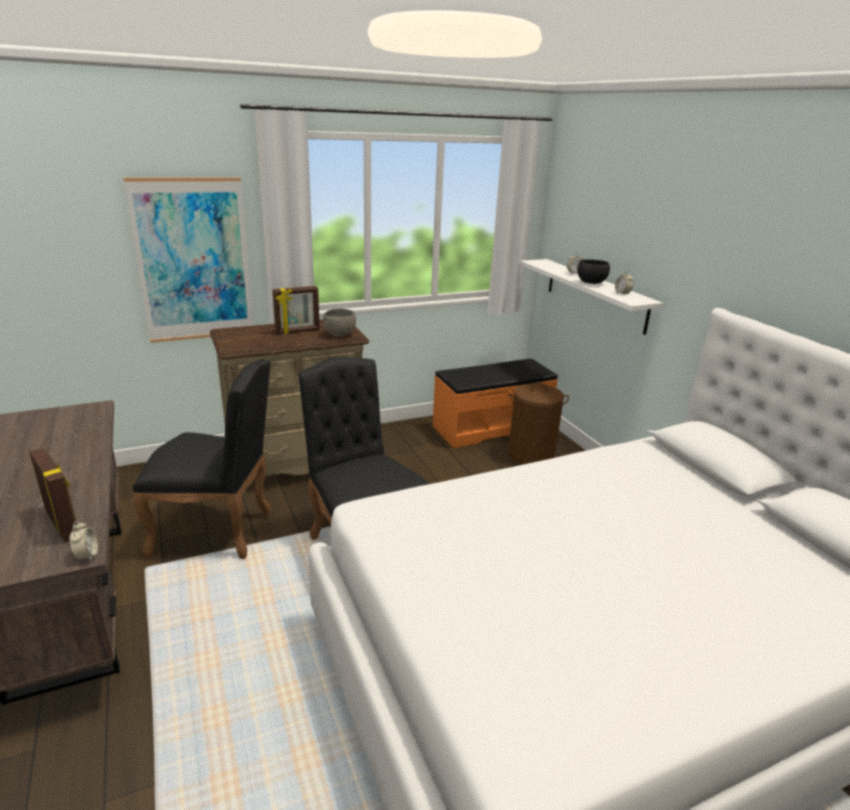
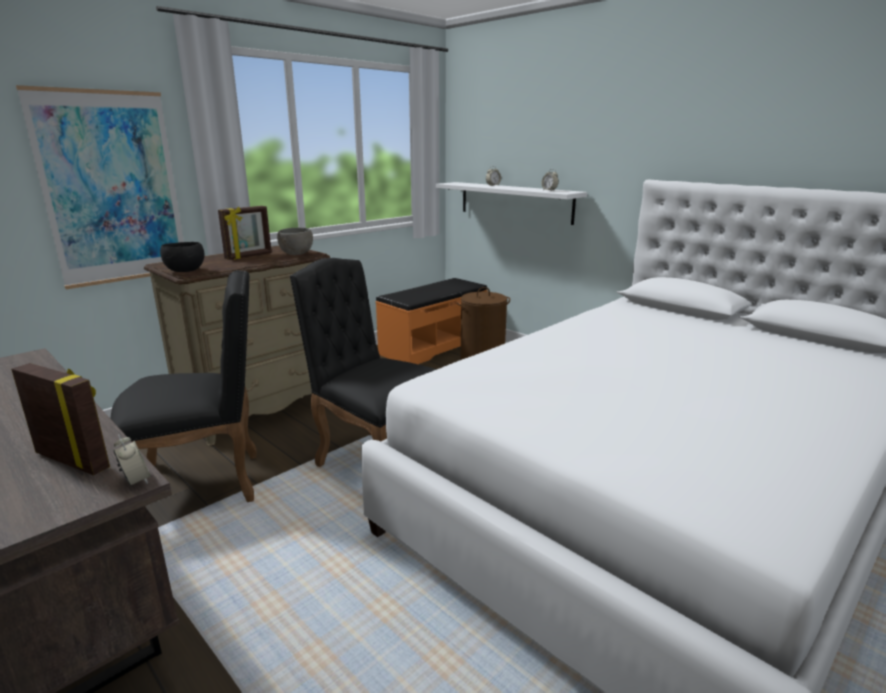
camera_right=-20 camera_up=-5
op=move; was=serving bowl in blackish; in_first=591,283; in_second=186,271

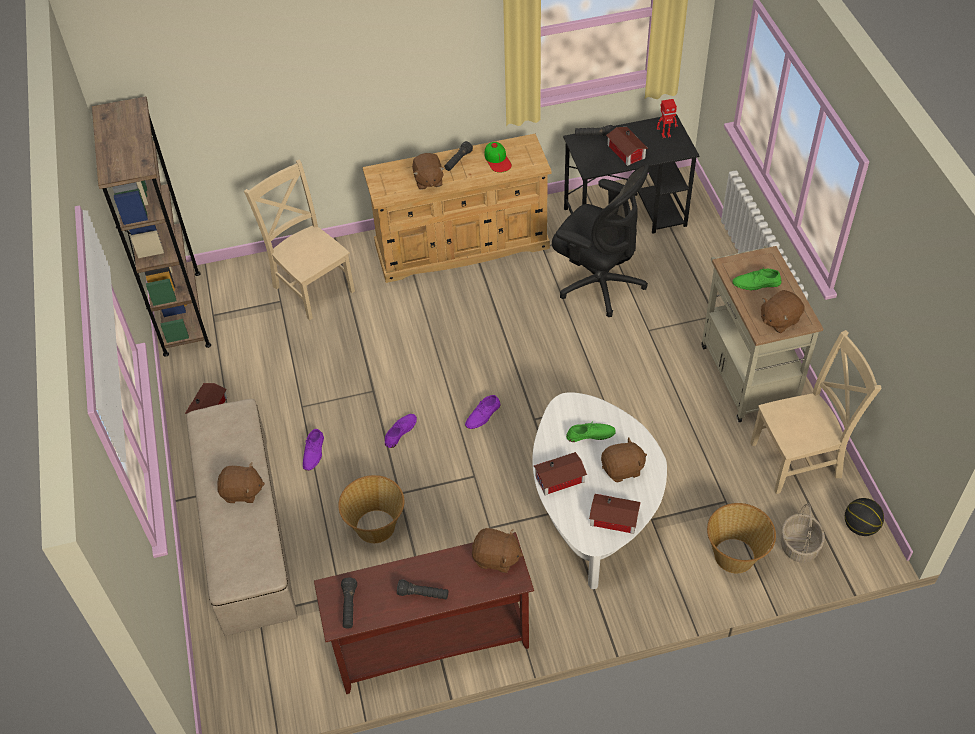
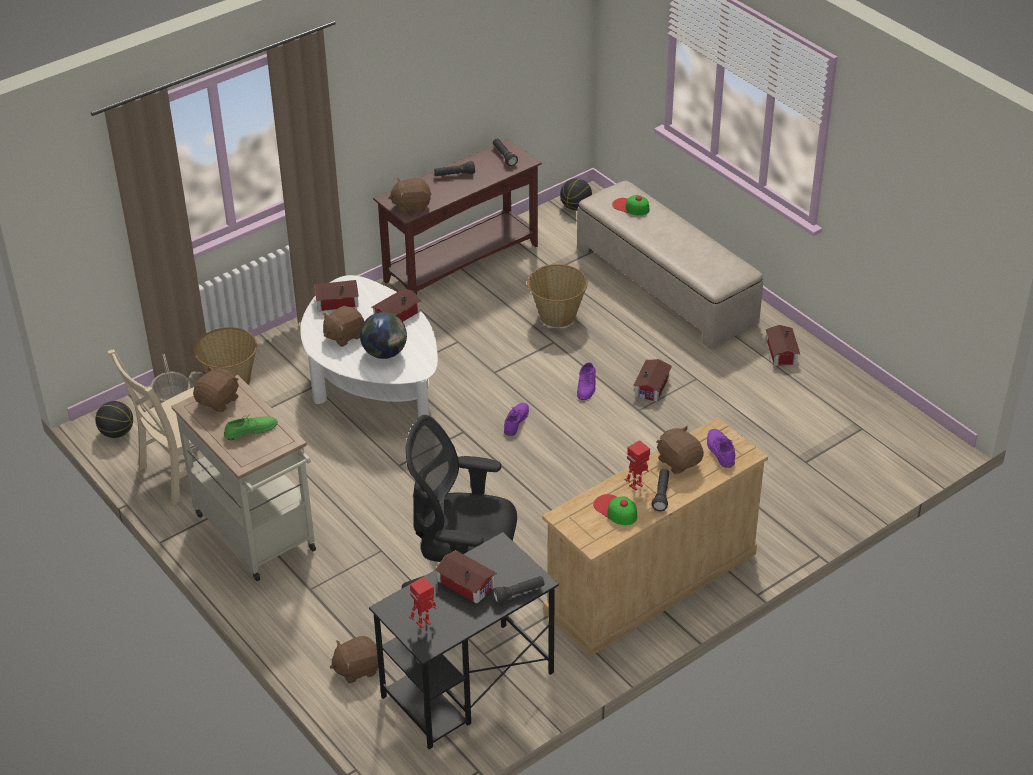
camera_right=155 camera_up=-10
op=delete; was=bookshelf in brown; in_first=182,313
op=delete; was=chair in beige; in_first=312,286
op=insert; now=basketball ball; in_second=576,207
op=insert; now=cap; in_second=630,207
op=insert; now=toy robot; in_second=636,486
op=insert; now=miniature house; in_second=653,386
op=move; was=plush toy in brown; in_first=242,492; in_second=357,668
op=move; was=low shoe in purple; in_first=314,452; in_second=720,450
op=replace; was=low shoe in green; now=desk globe; in_first=590,434; in_second=385,353

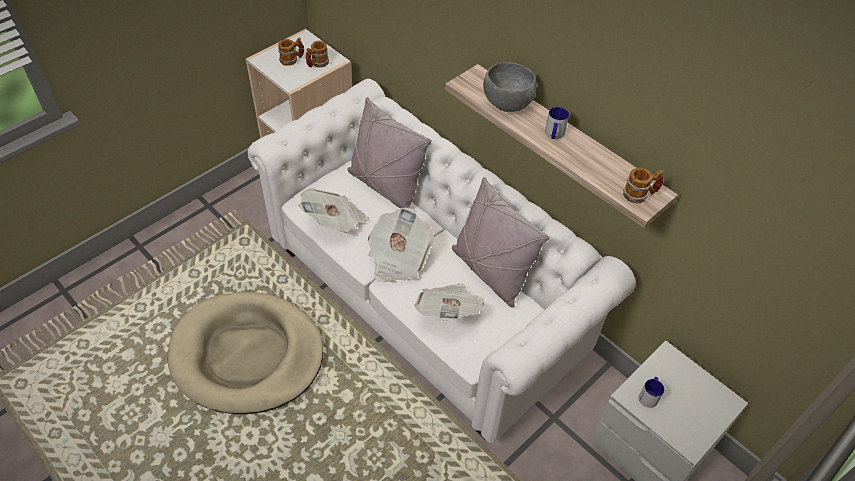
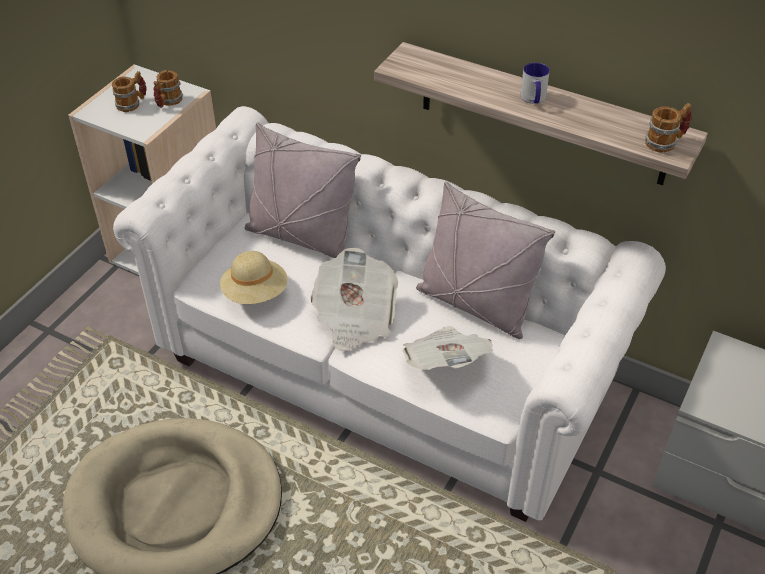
camera_right=-15 camera_up=-5
op=delete; was=serving bowl in grey; in_first=507,105
op=delete; was=tea mug; in_first=649,395
op=replace; was=daily paper; now=clothing hat in beige; in_first=335,222; in_second=255,293

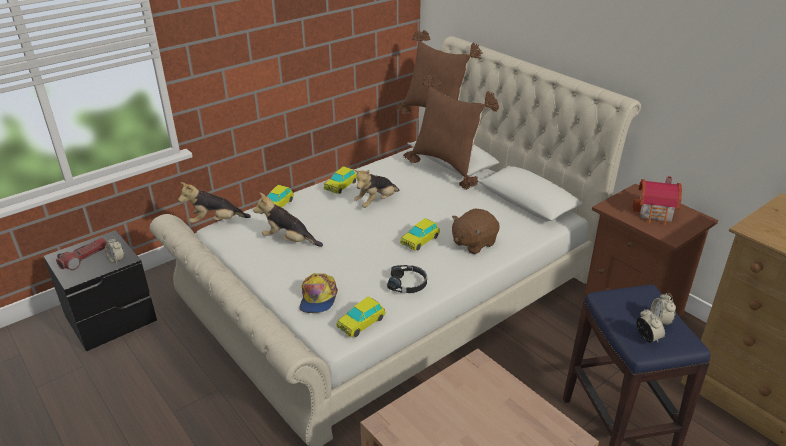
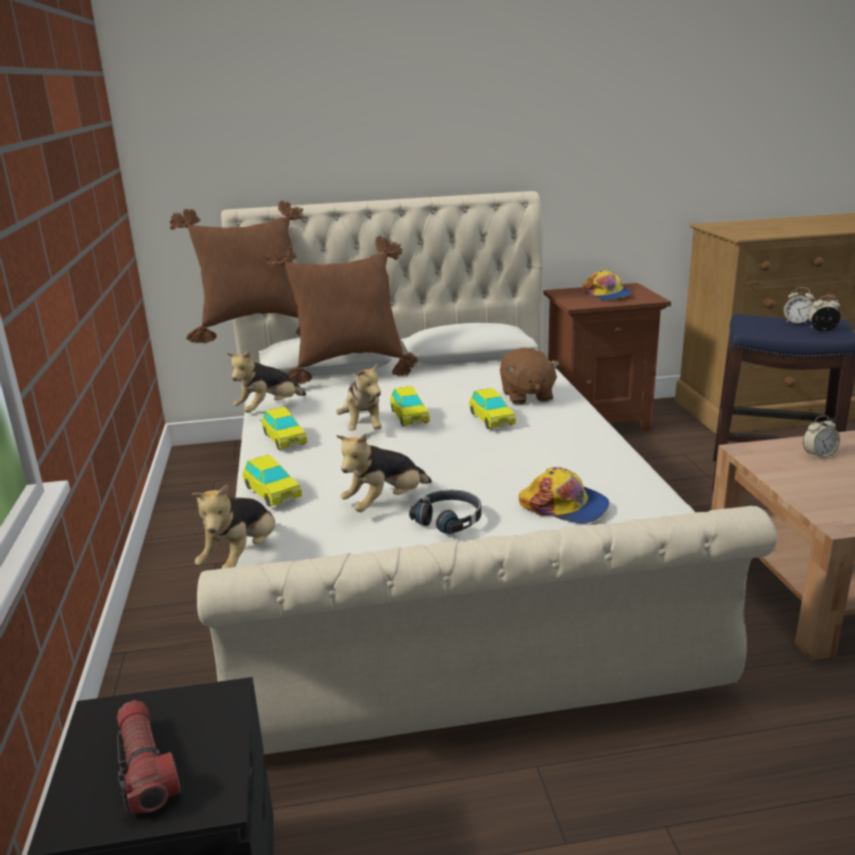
camera_right=-60 camera_up=-10
op=insert; now=plush toy; in_second=269,409
op=move; was=table clock; in_first=117,260; in_second=818,455
op=move; was=toy car; in_first=361,323; in_second=409,417
op=move; was=headphones in blackish; in_first=408,284; in_second=449,519
op=replace; was=miniature house; now=cap; in_first=656,213; in_second=606,295

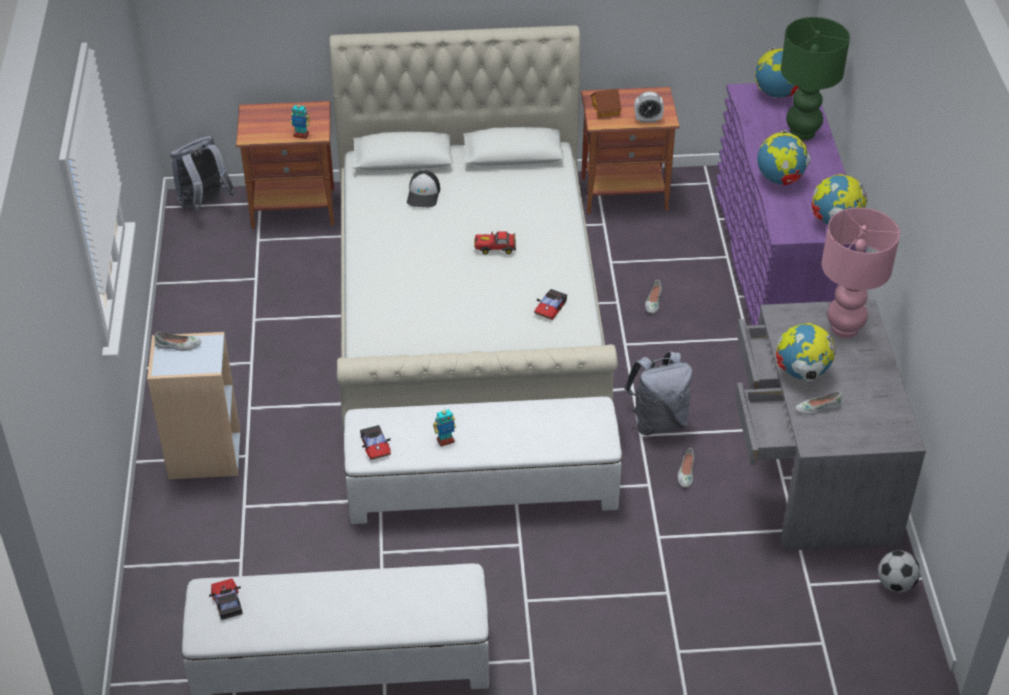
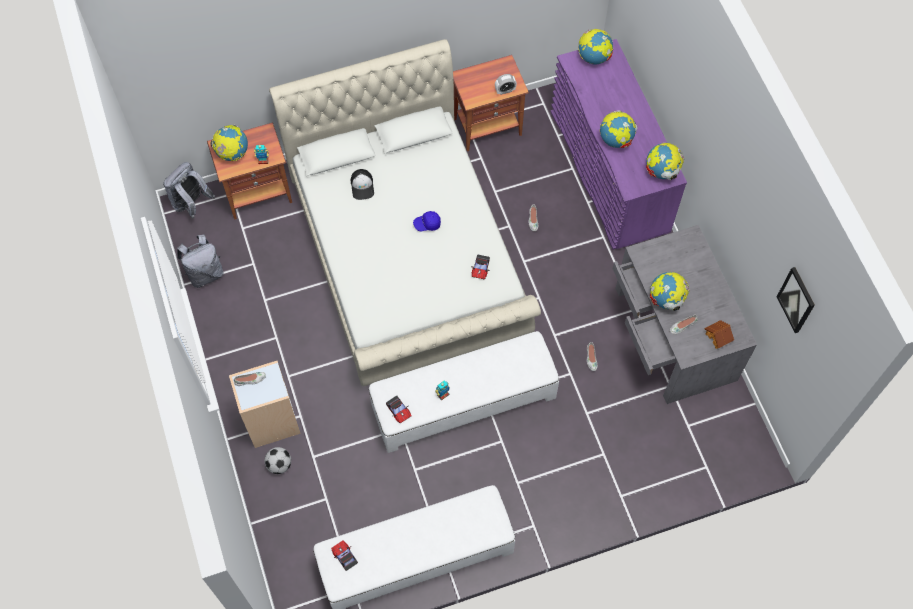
camera_right=-15 camera_up=20
op=delete; was=tabletop lamp in green; in_first=802,132
op=delete; was=tabletop lamp in pink; in_first=844,328
op=insert; now=desk globe; in_second=232,153
op=insert; now=wall picture; in_second=796,300
op=move; was=miniature house; in_first=606,109; in_second=718,337
op=move; was=knapsack in grey; in_first=658,421; in_second=205,273
op=move; was=football ball; in_first=895,584; in_second=279,465
op=replace; was=toy car; now=cap in blue-coloured; in_first=494,247; in_second=427,224

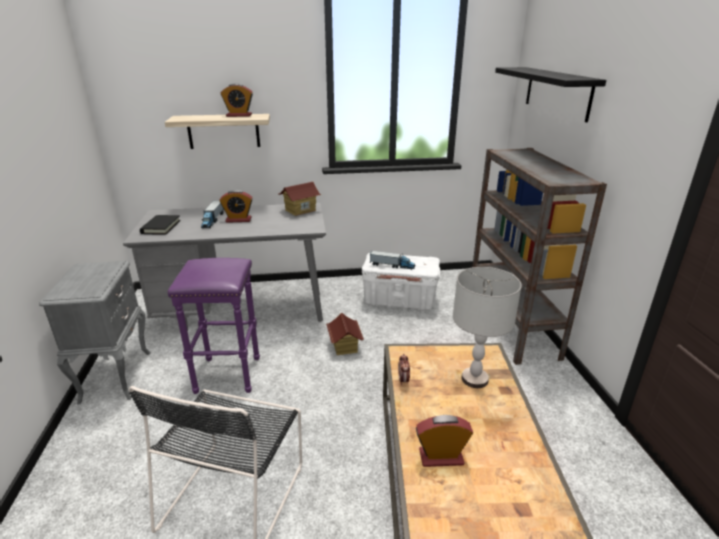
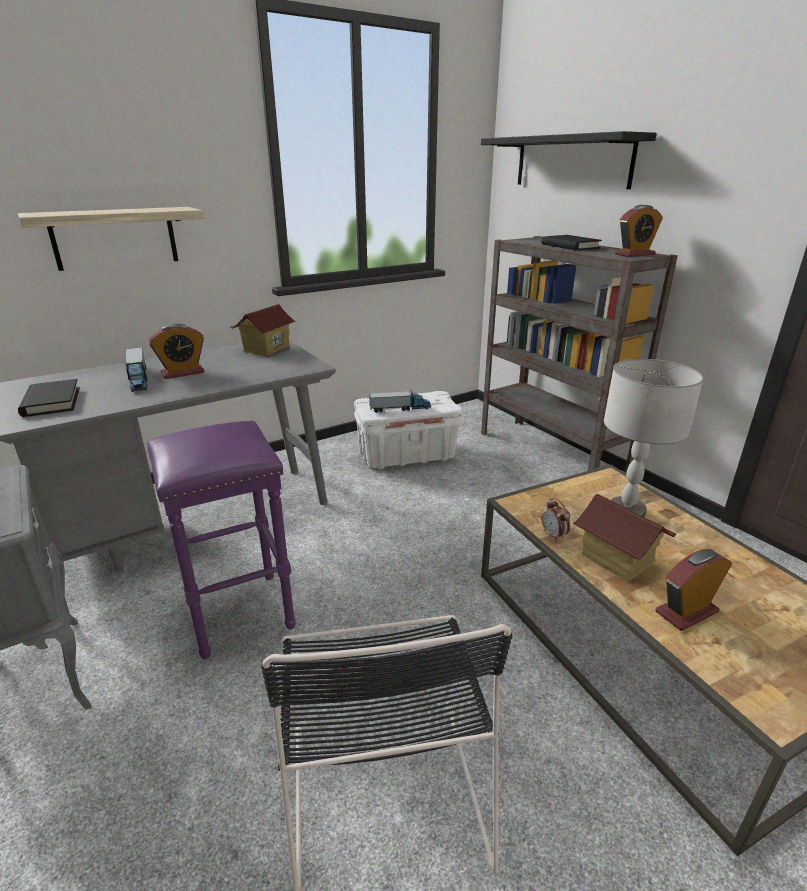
camera_right=-25 camera_up=0
op=insert; now=book in blackish; in_second=570,246
op=move; was=table clock; in_first=239,115; in_second=634,254
op=move; was=miniature house; in_first=344,346; in_second=616,560

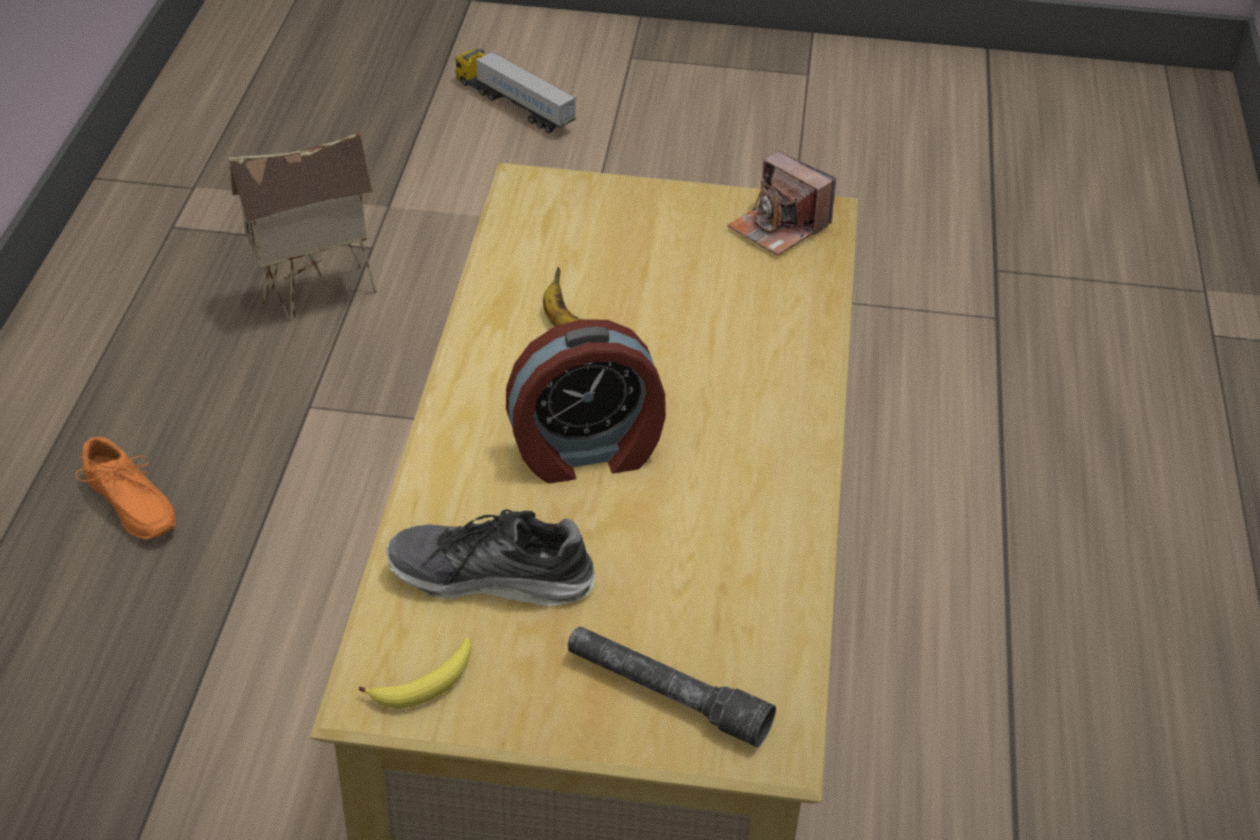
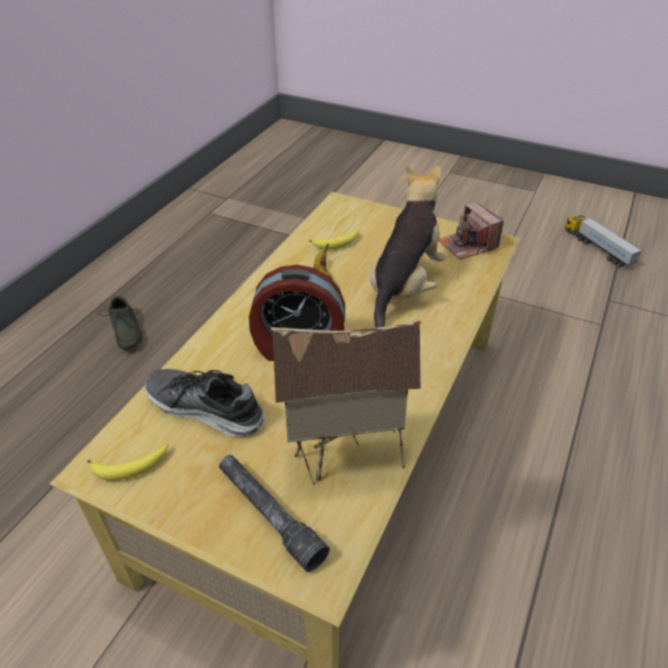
camera_right=20 camera_up=0
op=insert; now=banana; in_second=338,243
op=insert; now=plush toy; in_second=404,288
op=move; was=miniature house; in_first=316,297; in_second=345,460
op=move; was=toy lorry; in_first=514,105; in_second=597,248
op=recolor; was=low shoe in orange; now=low shoe in grey; in_first=127,507; in_second=124,332

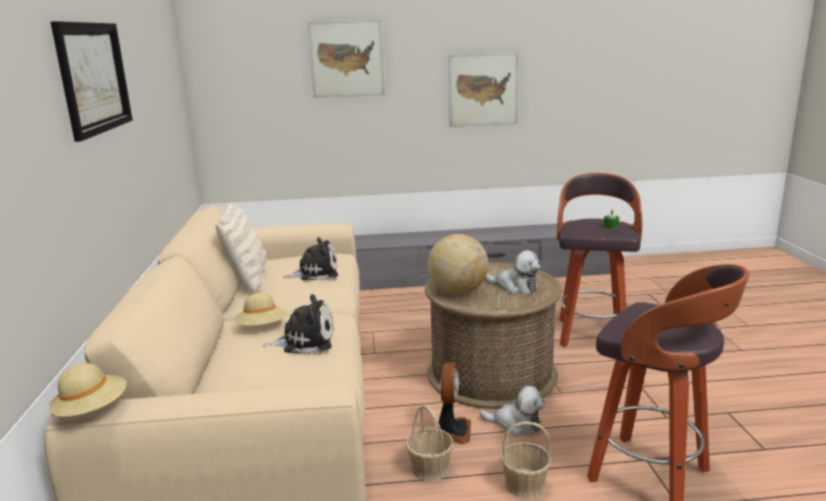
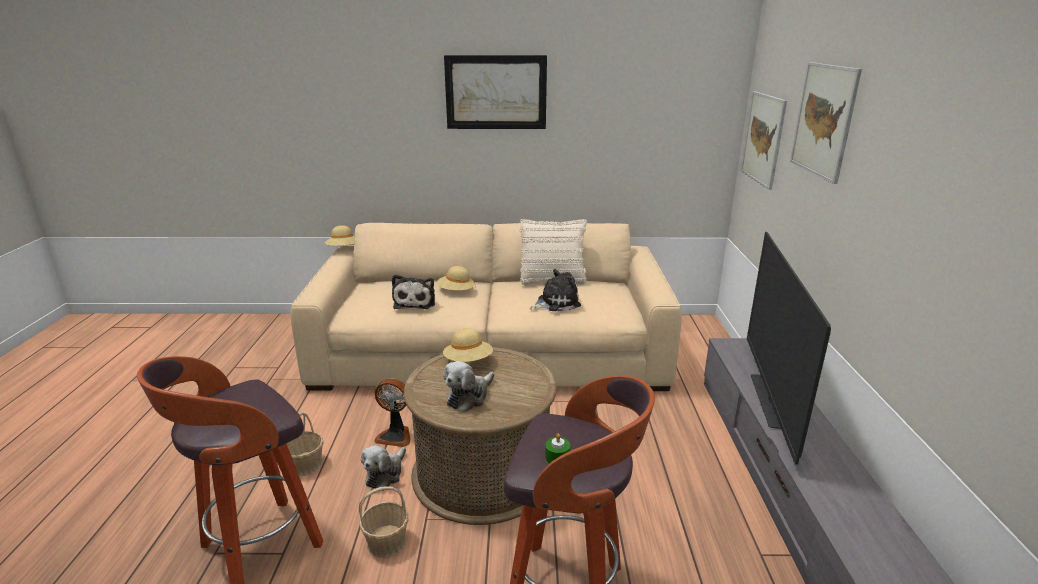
camera_right=95 camera_up=5
op=insert; now=television; in_second=768,401
op=move; was=basket; in_first=430,468; in_second=387,542
op=move; was=wall picture; in_first=483,89; in_second=763,138
op=replace; was=desk globe; now=clothing hat in beige; in_first=458,292; in_second=468,361
op=rotate; was=plush toy; in_first=315,273; in_second=556,303; clockwise=-105

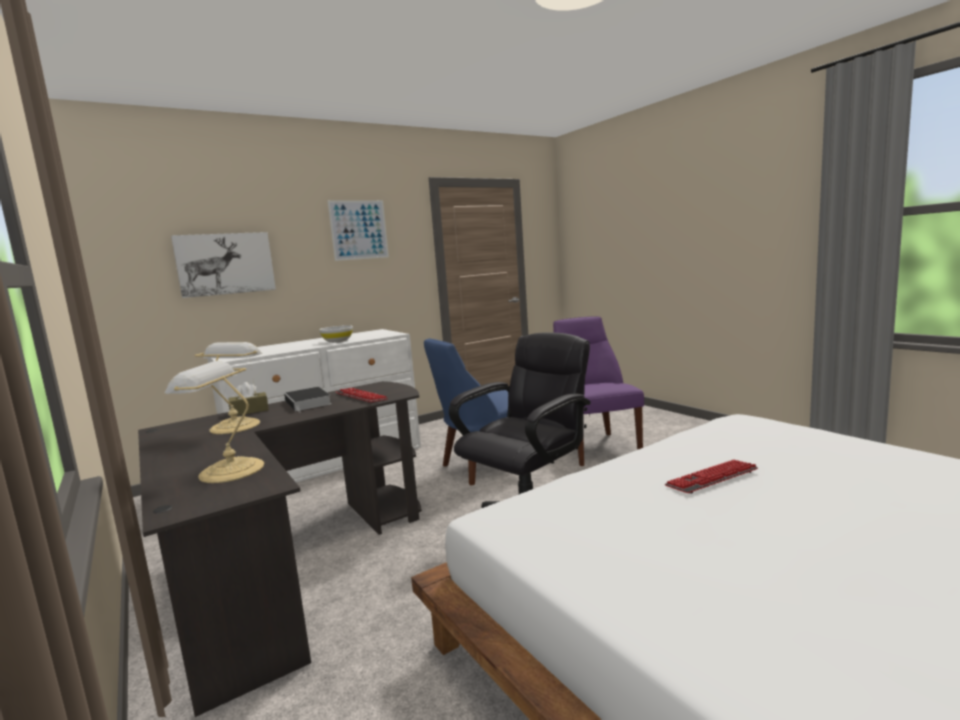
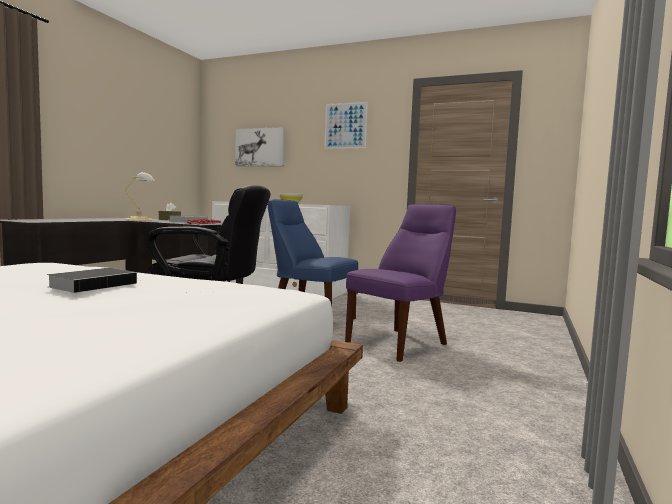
camera_right=55 camera_up=-5
op=delete; was=tabletop lamp; in_first=228,470
op=replace; was=computer keyboard; now=book; in_first=712,478; in_second=95,284

